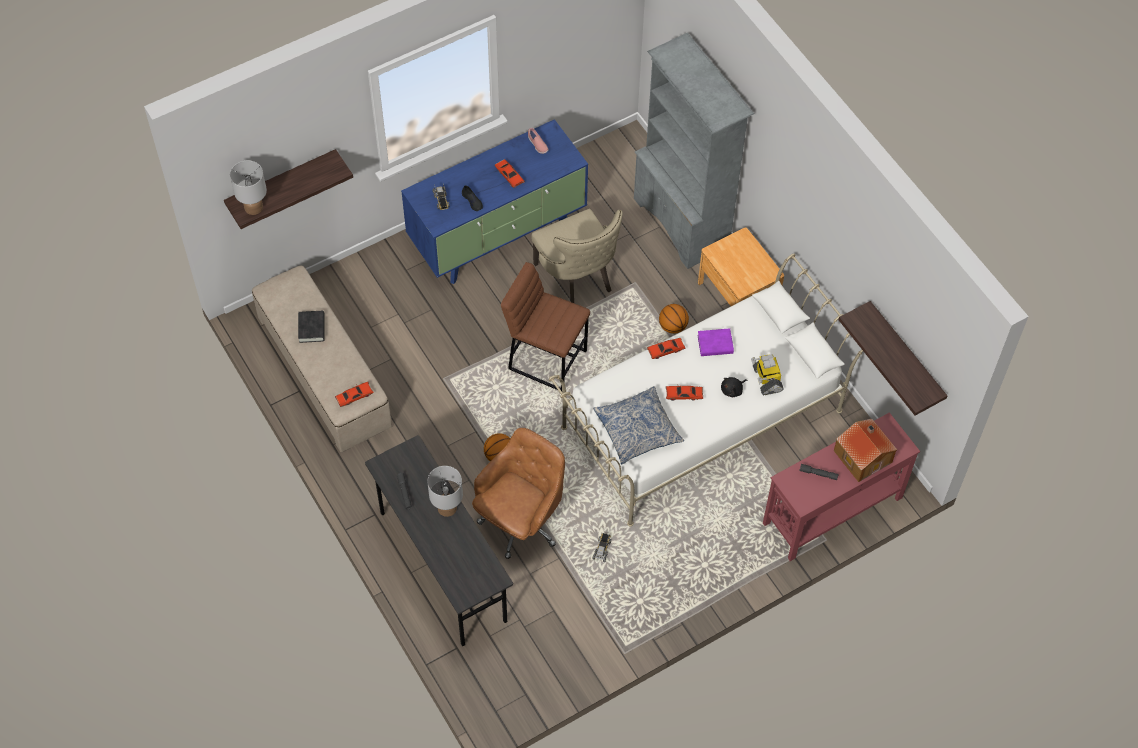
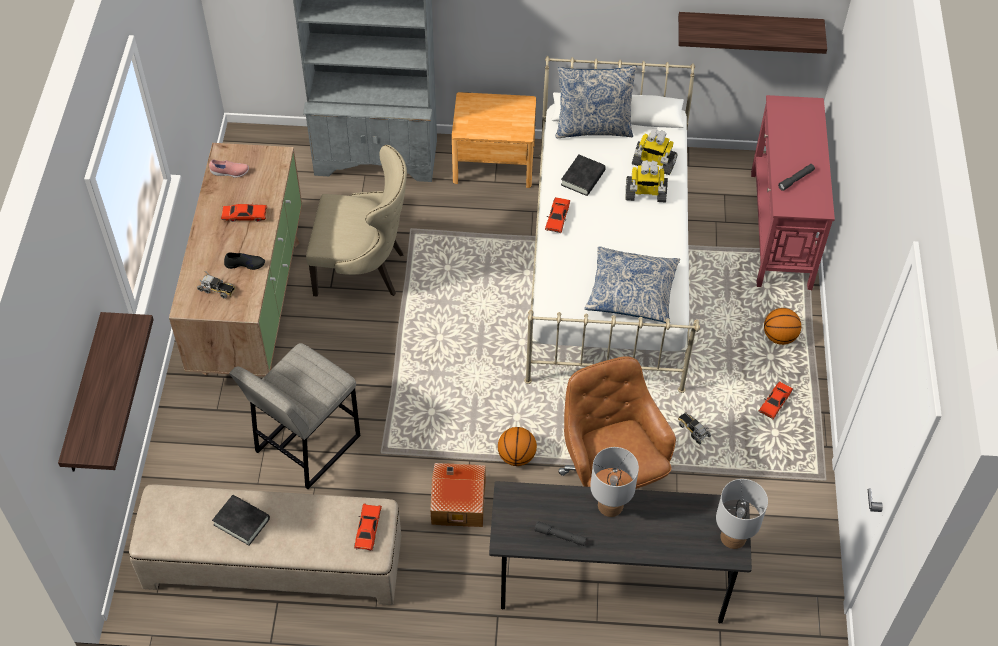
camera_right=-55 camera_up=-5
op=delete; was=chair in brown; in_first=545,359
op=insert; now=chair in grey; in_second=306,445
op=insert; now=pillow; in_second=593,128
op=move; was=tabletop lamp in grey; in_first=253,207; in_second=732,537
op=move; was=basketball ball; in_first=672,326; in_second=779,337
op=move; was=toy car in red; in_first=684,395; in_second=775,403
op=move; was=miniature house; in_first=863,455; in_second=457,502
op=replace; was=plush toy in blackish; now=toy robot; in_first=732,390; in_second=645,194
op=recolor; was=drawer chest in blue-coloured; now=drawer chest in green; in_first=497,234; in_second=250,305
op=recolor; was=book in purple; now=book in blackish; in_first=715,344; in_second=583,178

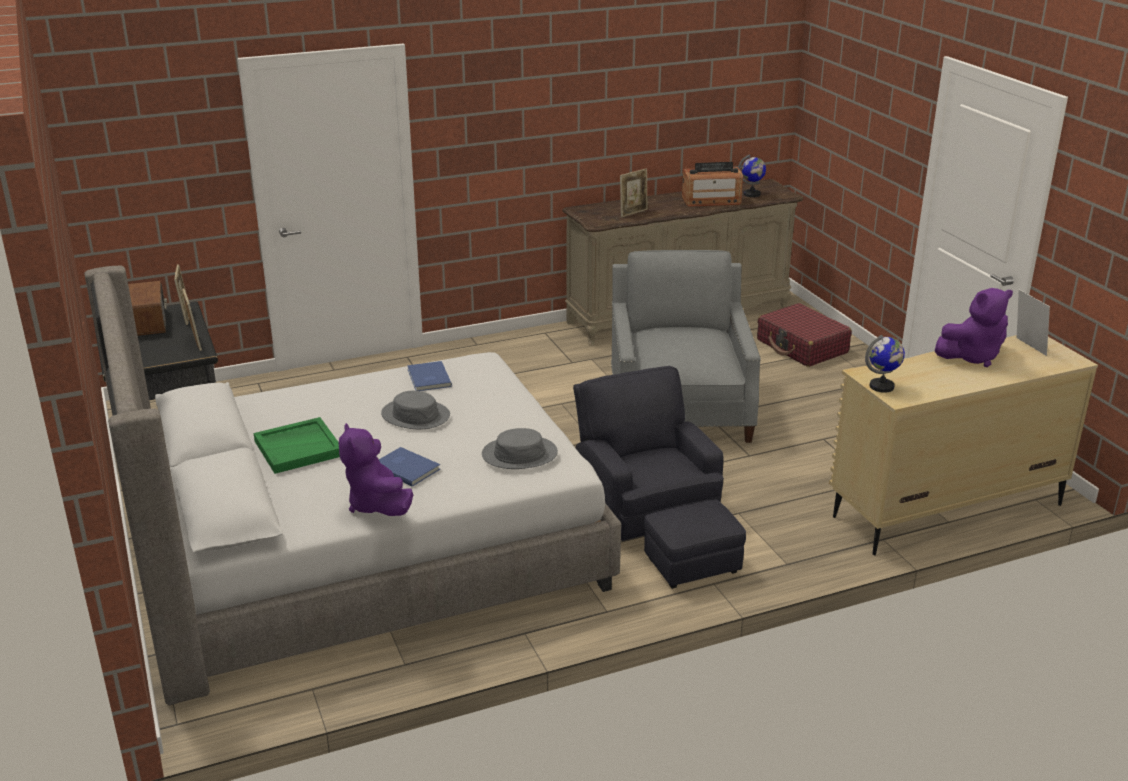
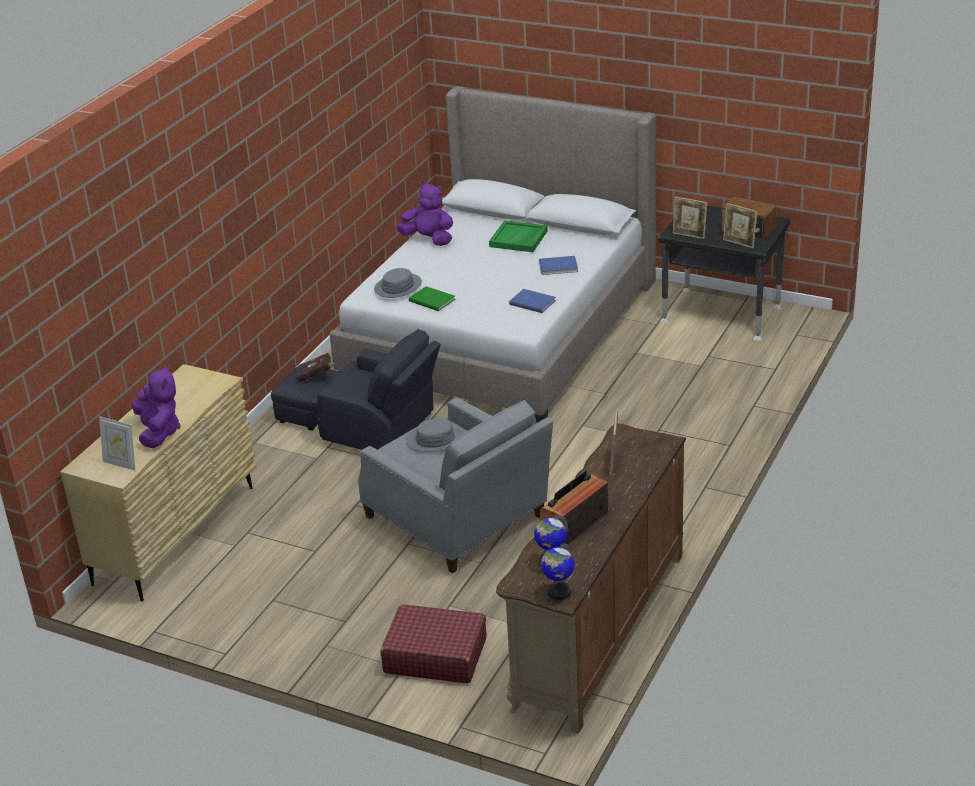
camera_right=140 camera_up=5
op=insert; now=book in red; in_second=317,375
op=insert; now=book in green; in_second=432,299
op=move; was=book in blue-coloured; in_first=406,468; in_second=559,267
op=move; was=clothing hat in grey; in_first=415,415; in_second=435,439
op=move; was=desk globe; in_first=882,387; in_second=558,592
op=rotate; was=plush toy in purple; in_first=972,357; in_second=159,432; clockwise=135

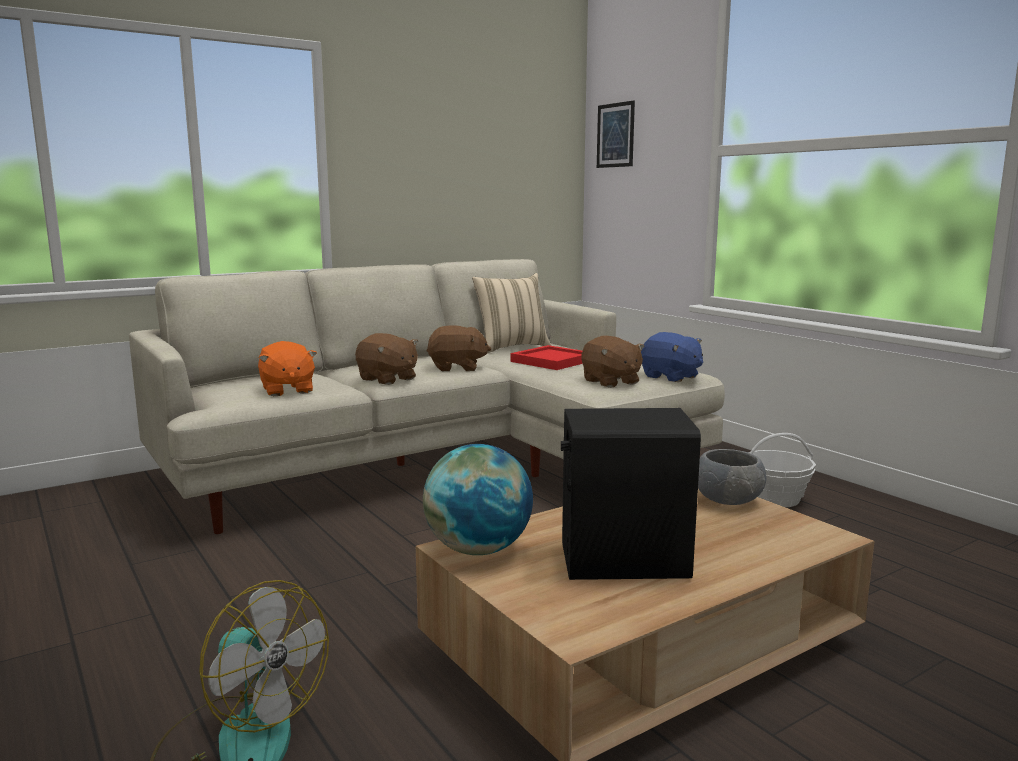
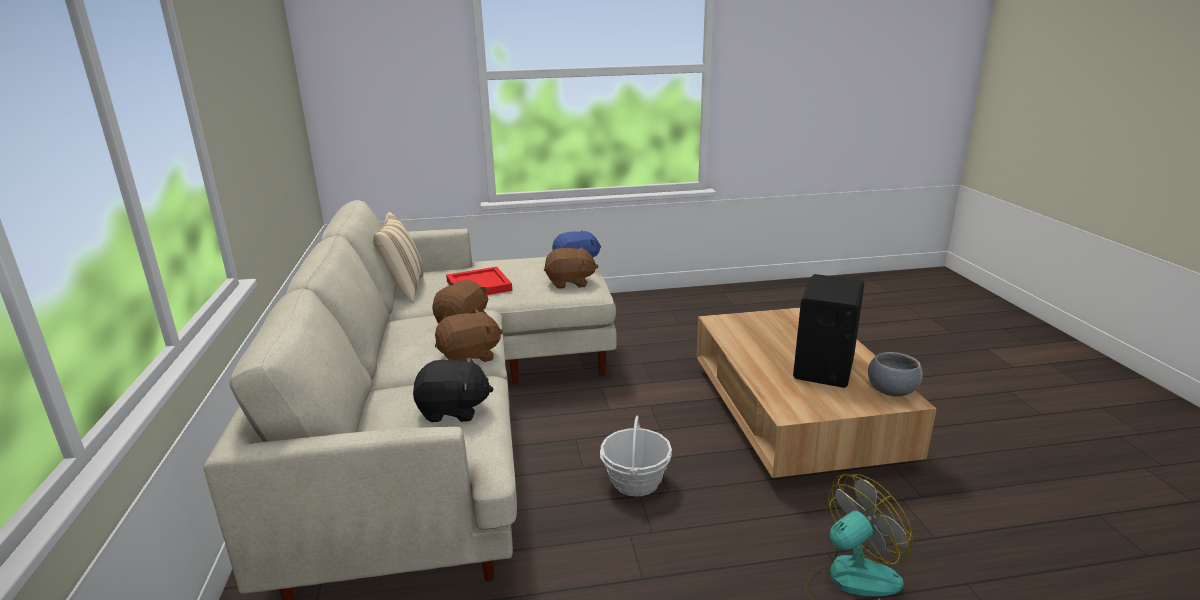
camera_right=-65 camera_up=10
op=delete; was=desk globe; in_first=478,550
op=delete; was=wall picture; in_first=615,135
op=move; was=serving bowl in grey; in_first=727,500; in_second=891,391
op=move; was=basket; in_first=775,498; in_second=635,481
op=recolor; was=plush toy in orange; now=plush toy in blackish; in_first=287,390; in_second=453,410

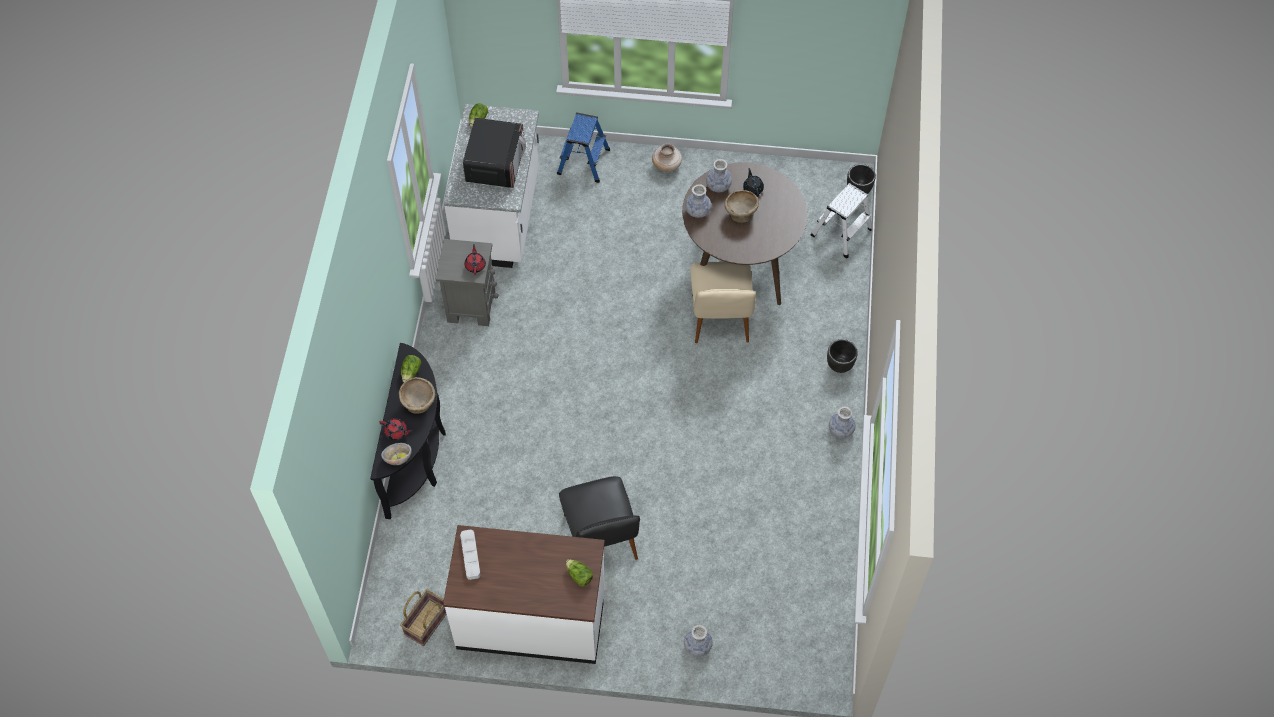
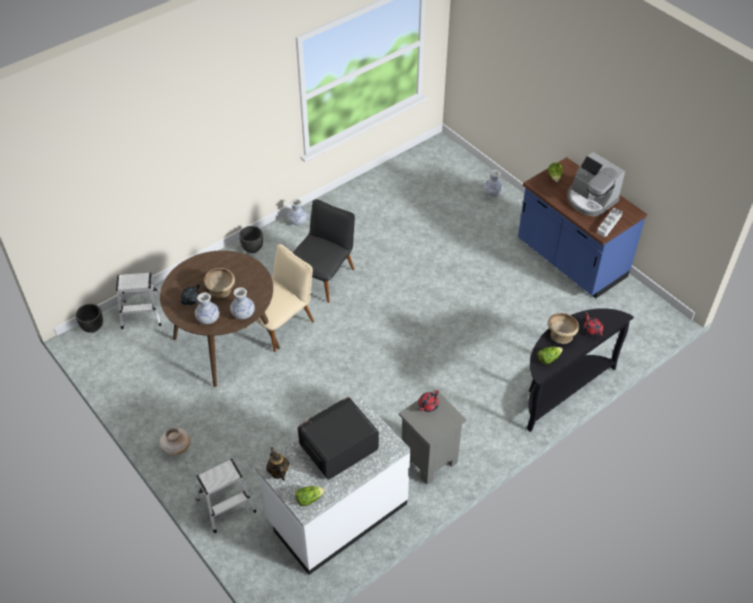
camera_right=-135 camera_up=-10
op=delete; was=serving bowl; in_first=397,458
op=delete; was=basket; in_first=426,622
op=insert; now=teapot; in_second=278,472
op=insert; now=coffee brewer; in_second=590,200
op=move; was=chair in blackish; in_first=600,536; in_second=323,277
op=recolor; was=kitchen counter in whitish; now=kitchen counter in blue-coloured; in_first=531,619; in_second=570,260
op=recolor; was=stepladder in blue-coloured; now=stepladder in whitish; in_first=583,162; in_second=226,504

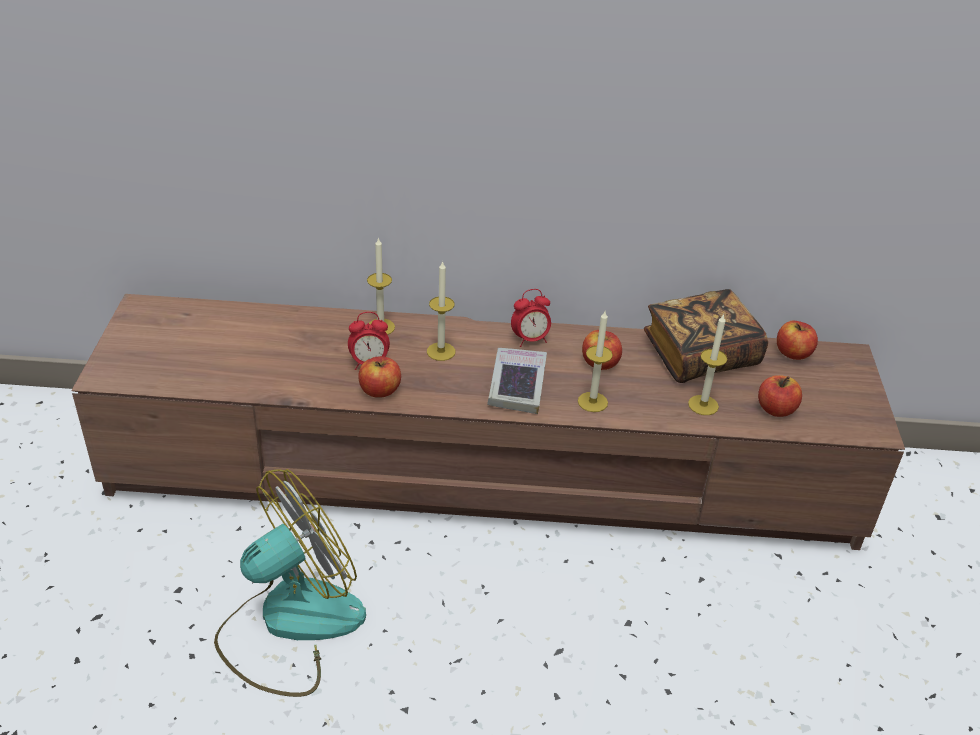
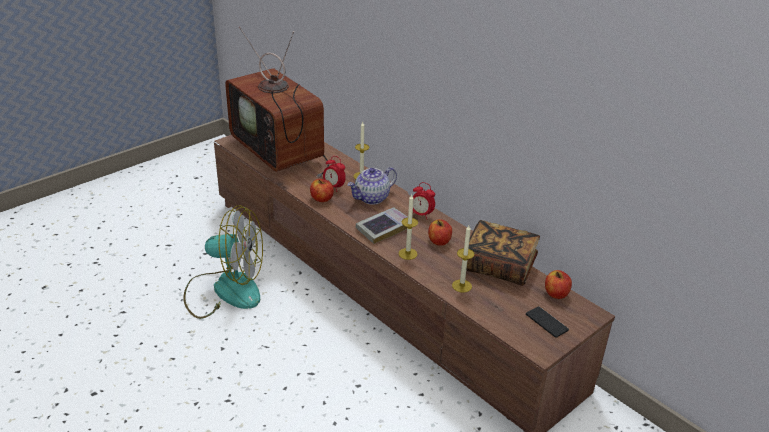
camera_right=45 camera_up=-5
op=delete; was=apple; in_first=776,409
op=insert; now=television; in_second=281,151
op=insert; now=phone; in_second=546,322
op=replace; was=candle; now=teapot; in_first=441,351; in_second=372,198

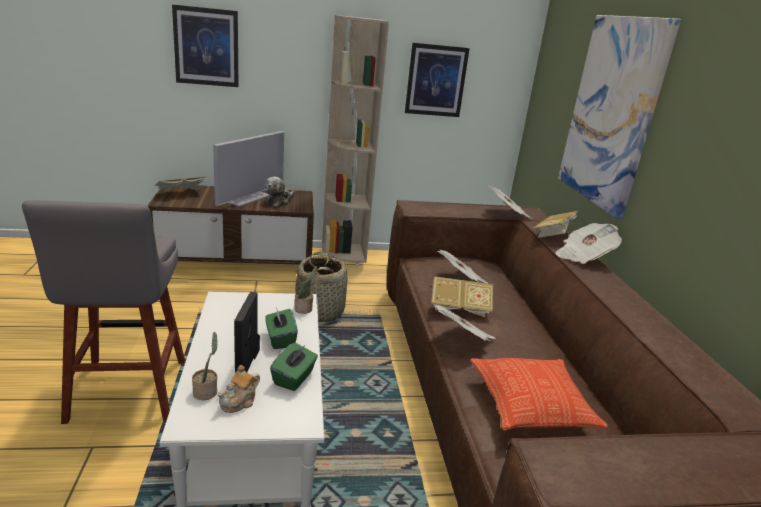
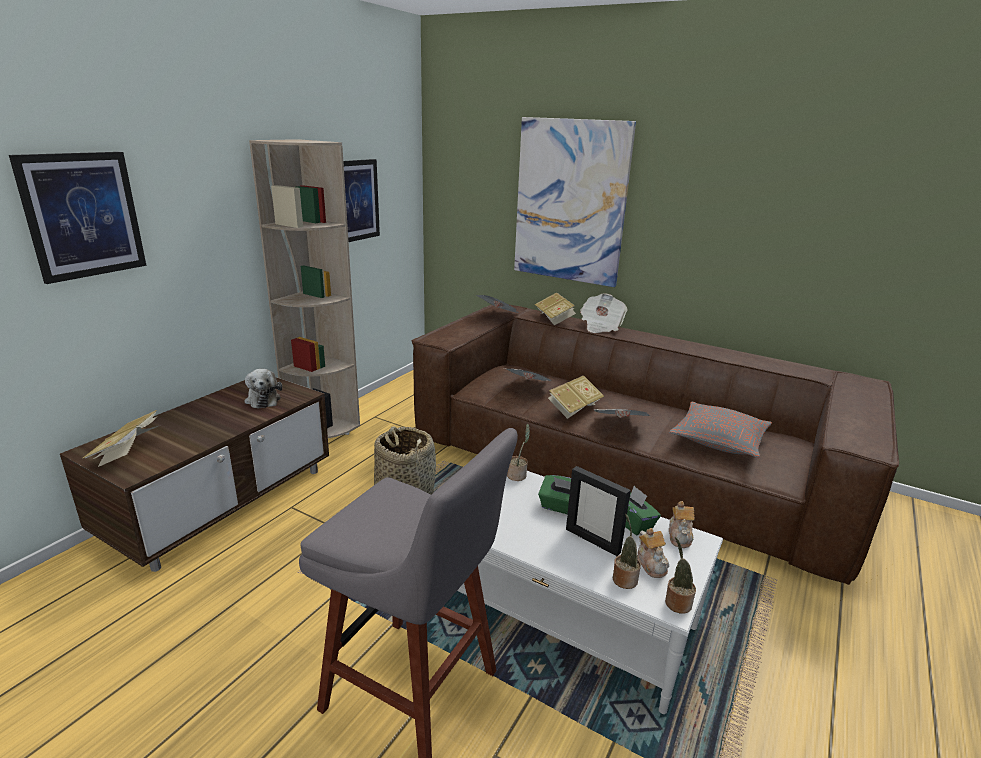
camera_right=-50 camera_up=0
op=delete; was=television; in_first=248,198
op=insert; now=plant in a pot; in_second=676,602
op=insert; now=teapot; in_second=680,536
op=recolor; was=pillow in orange; now=pillow in grey; in_first=530,407; in_second=719,441

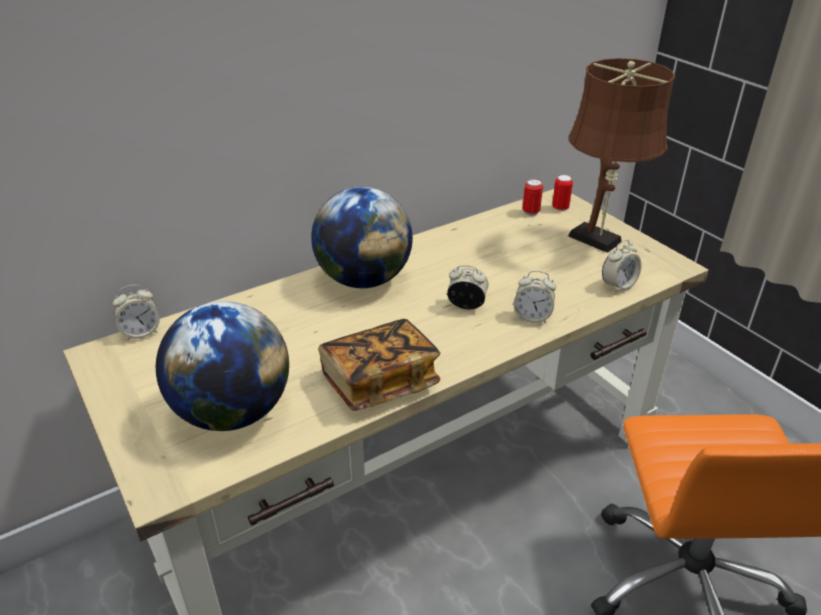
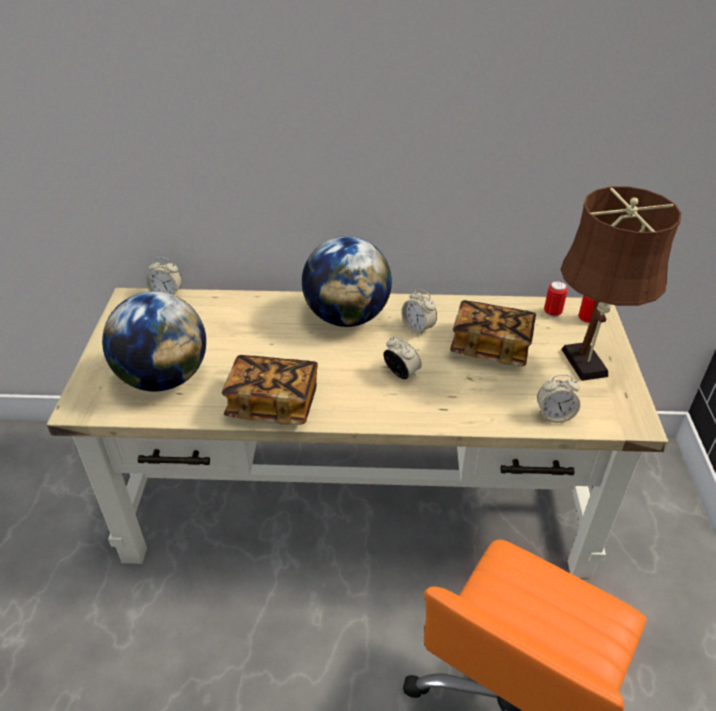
camera_right=35 camera_up=5
op=insert; now=book; in_second=490,347
op=move; was=table clock; in_first=532,317; in_second=418,328

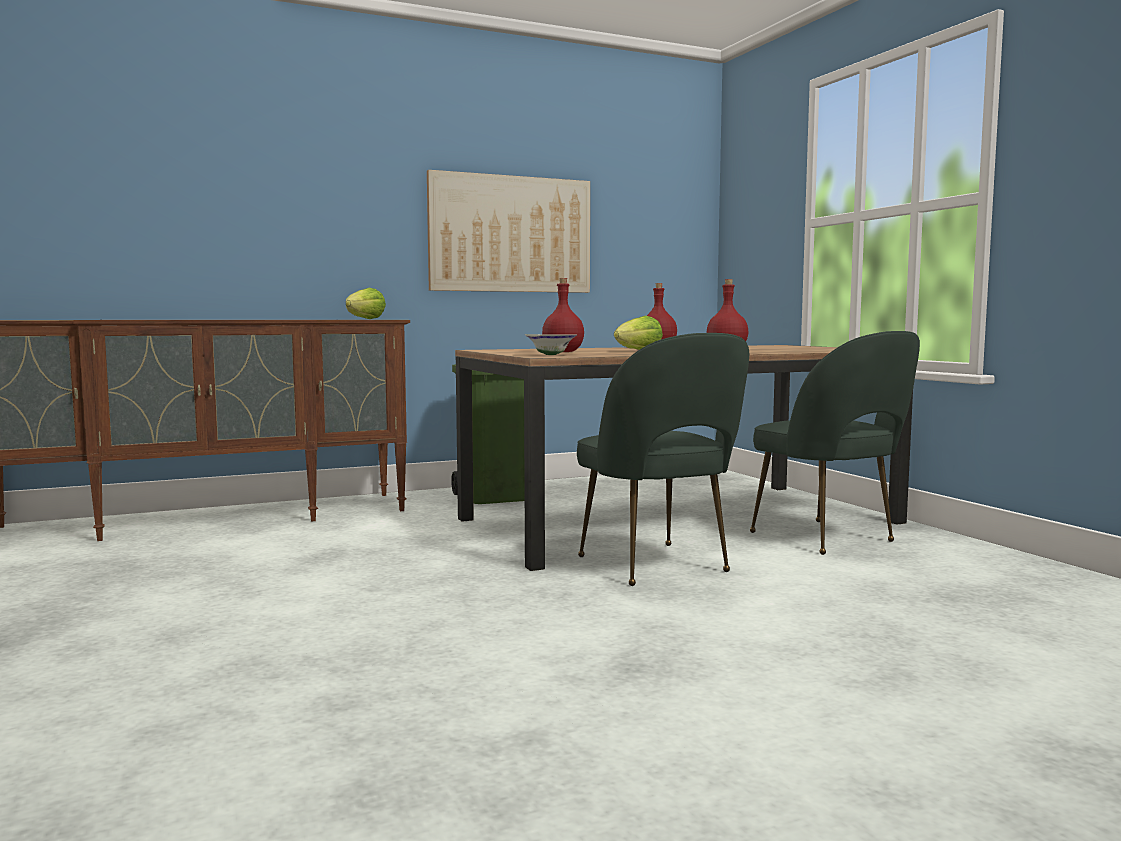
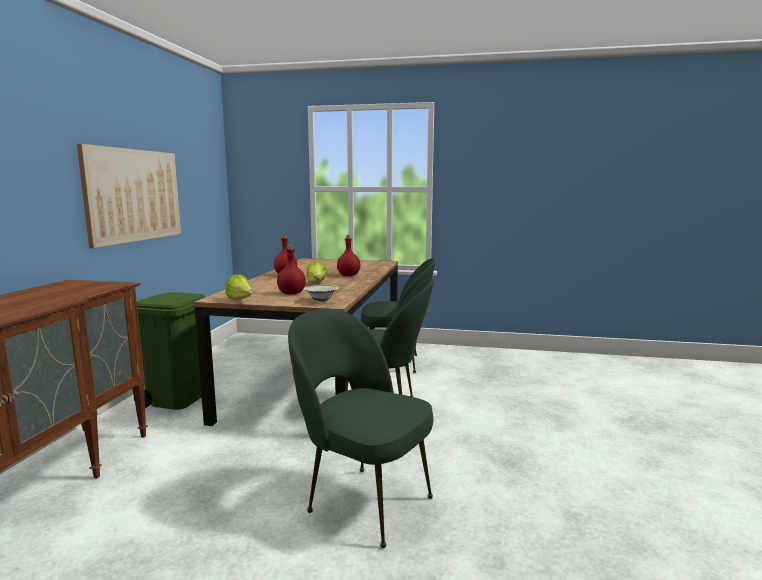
camera_right=-55 camera_up=5
op=insert; now=chair in green; in_second=362,500
op=move; was=head of lettuce; in_first=364,319; in_second=241,300

